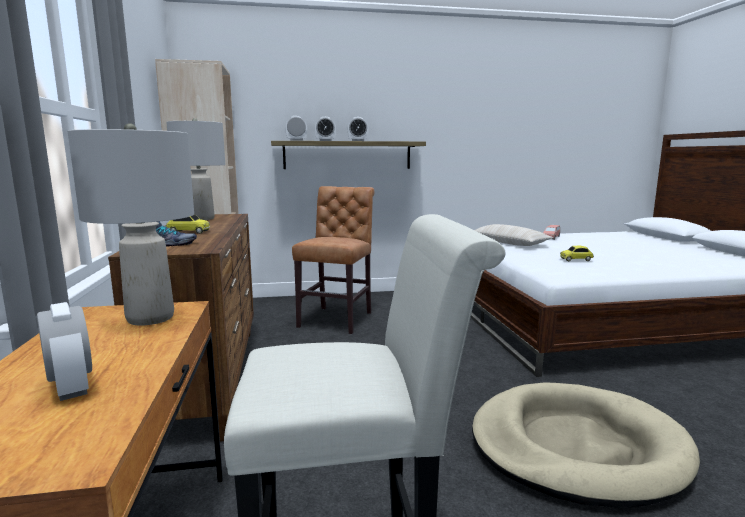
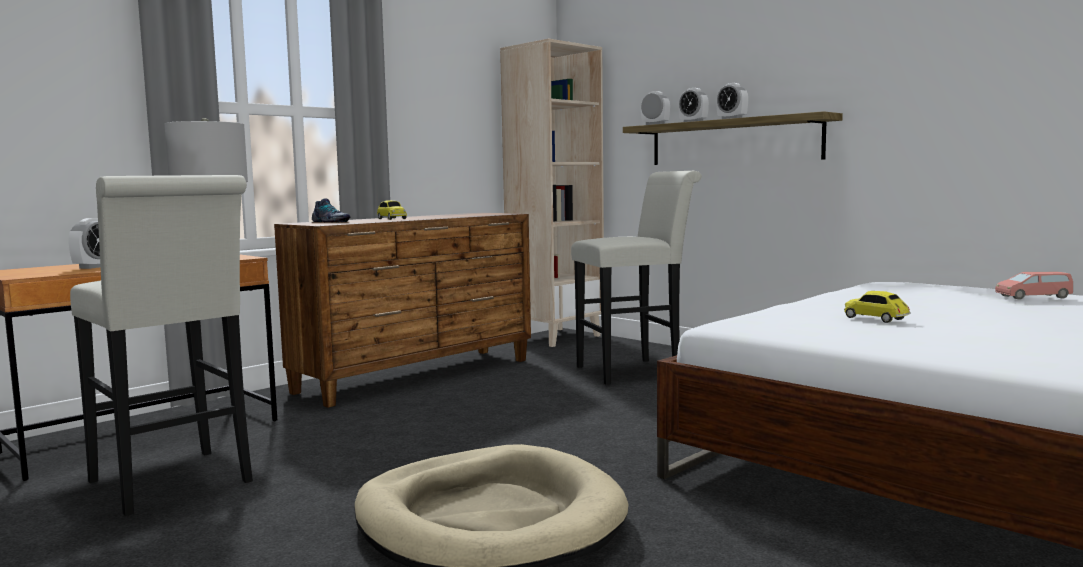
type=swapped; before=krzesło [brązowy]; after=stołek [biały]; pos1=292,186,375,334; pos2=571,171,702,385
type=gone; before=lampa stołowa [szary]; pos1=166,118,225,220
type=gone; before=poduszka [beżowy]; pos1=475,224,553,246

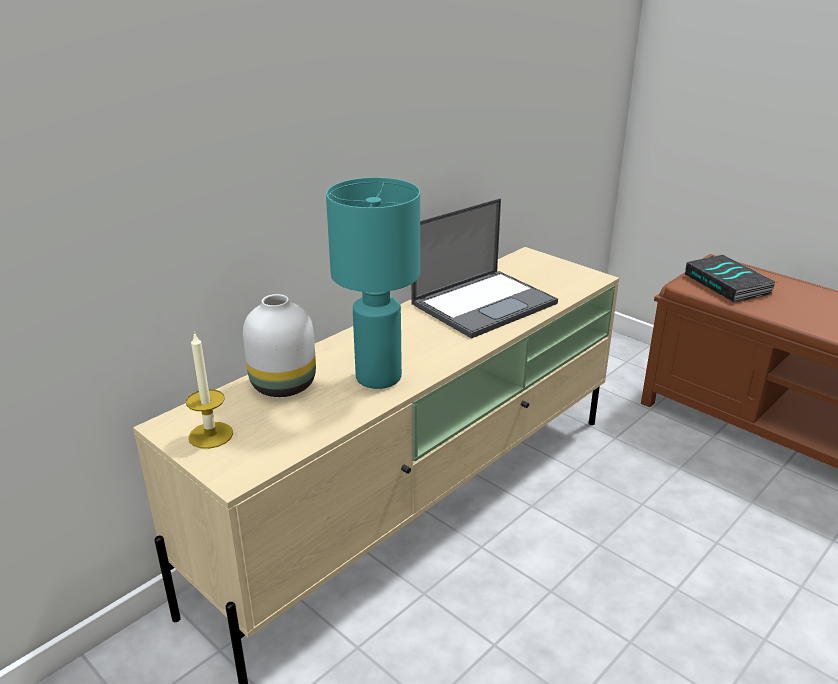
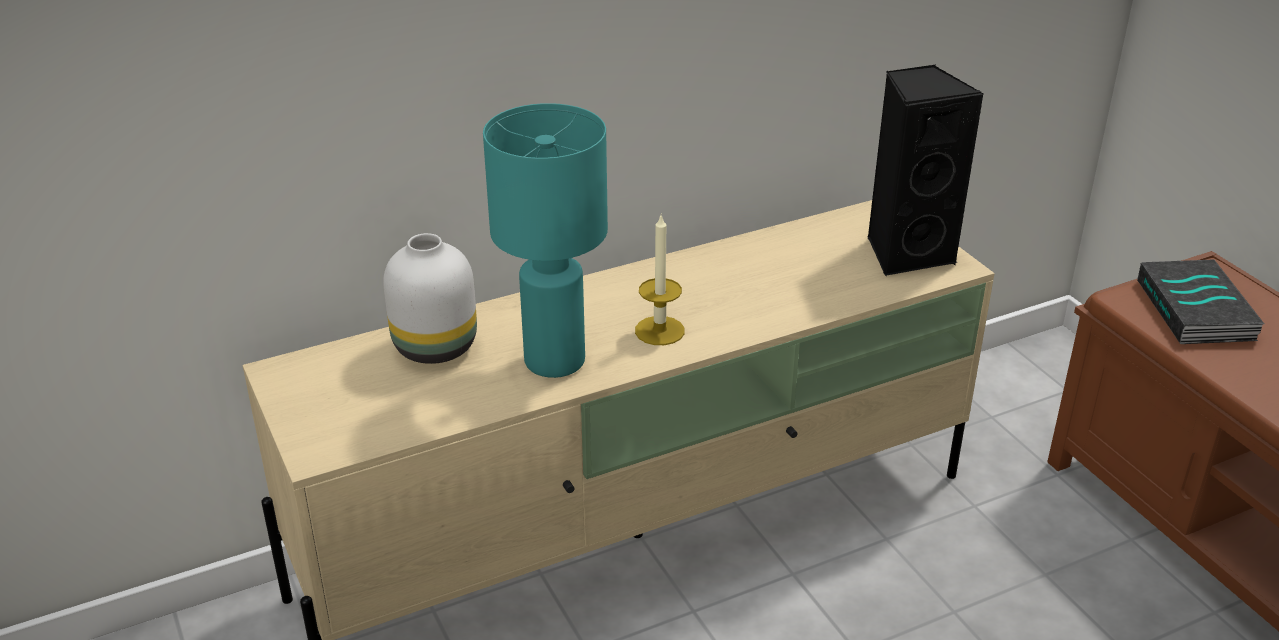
type=shifted; before=świeca; pos1=186,332,233,449; pos2=635,213,685,345
type=new; after=głośnik [czarny]; pos2=867,65,983,276
type=gone; before=laptop; pos1=411,198,558,339

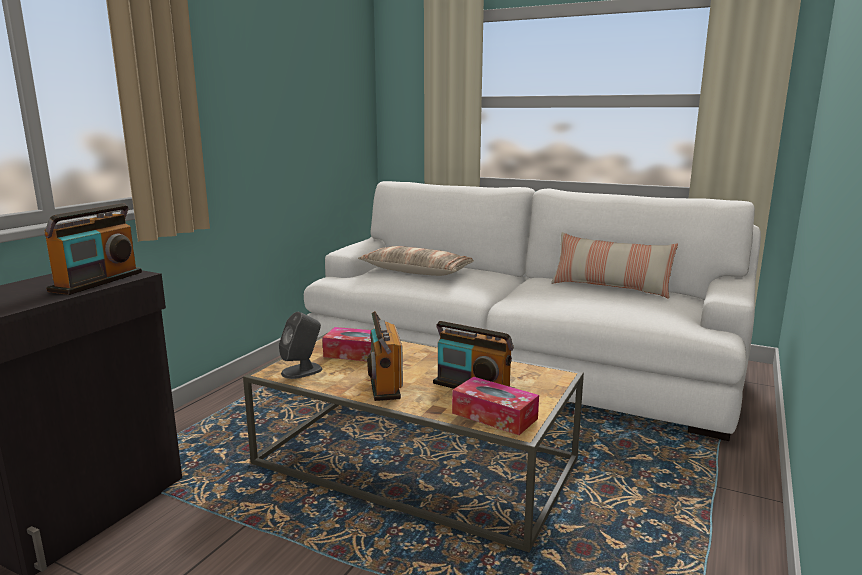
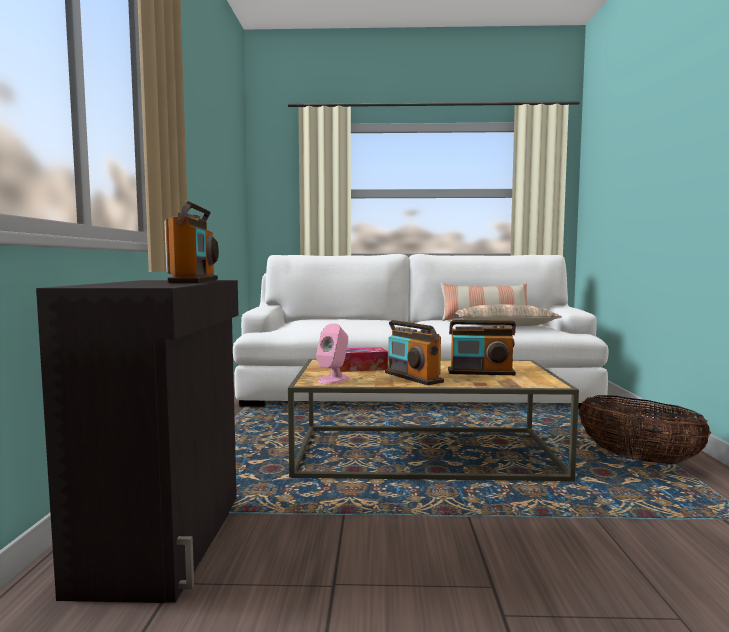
type=repainted; before=głośnik [szary]; after=głośnik [różowy]; pos1=279,312,322,379; pos2=316,323,350,384
type=shifted; before=poduszka; pos1=358,246,474,276; pos2=455,305,562,326
type=new; after=koszyk; pos2=579,395,712,464
type=gone; before=pudełko chusteczek; pos1=452,377,539,435

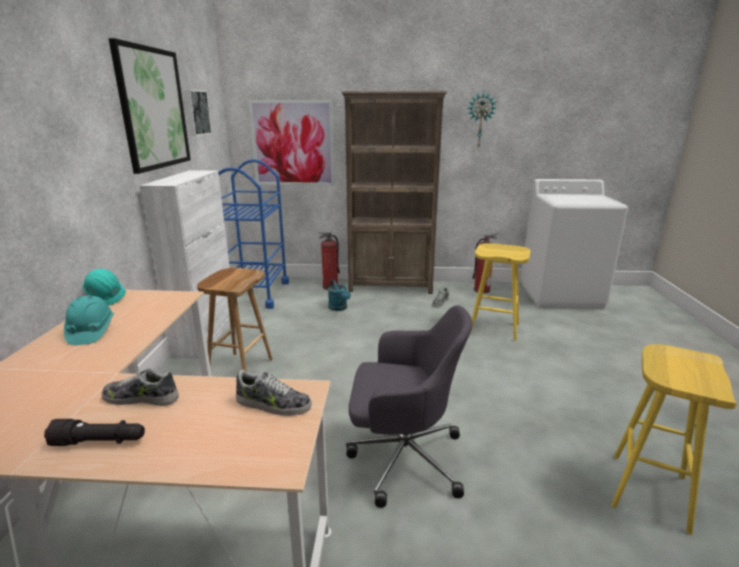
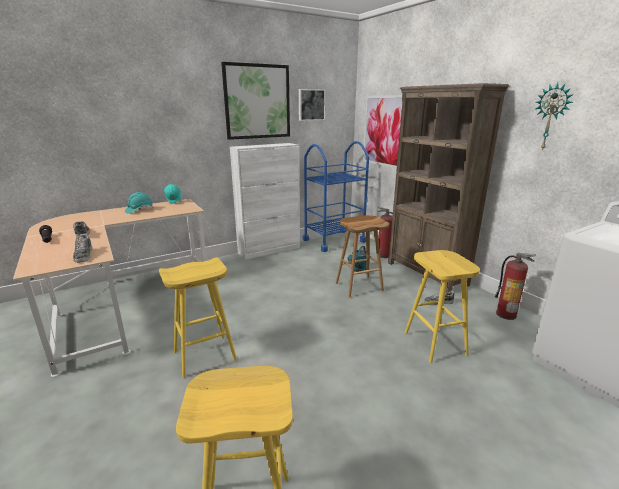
type=swapped; before=krzesło biurowe [szary]; after=stołek [żółty]; pos1=346,305,472,508; pos2=159,257,237,378
type=shifted; before=stołek [brązowy]; pos1=197,268,273,372; pos2=336,215,389,298

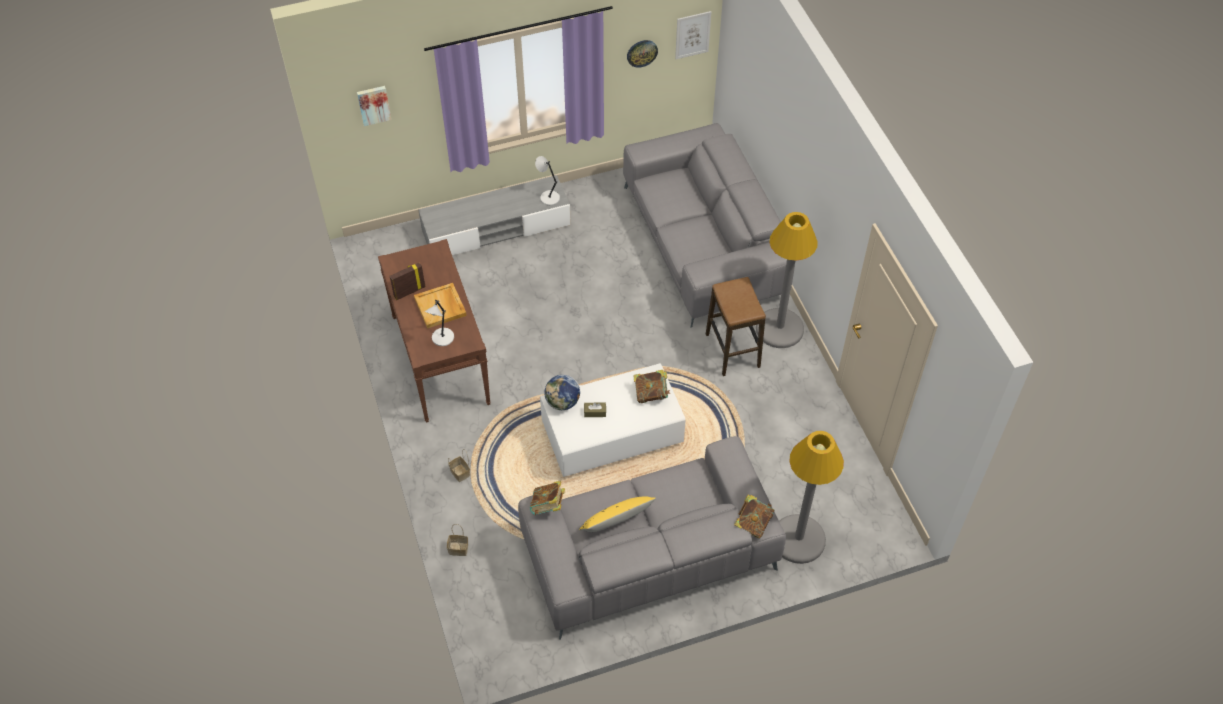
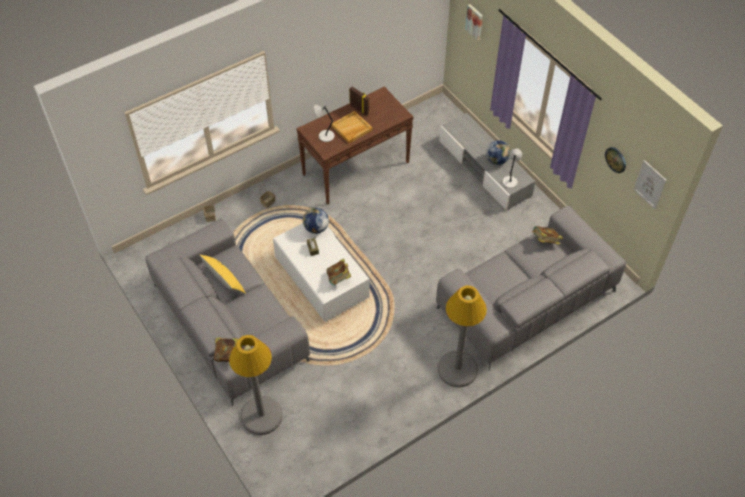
type=new; after=globus; pos2=486,141,511,165
type=shifted; before=książka; pos1=530,480,565,515; pos2=532,226,563,245
type=gone; before=stołek; pos1=706,277,766,376

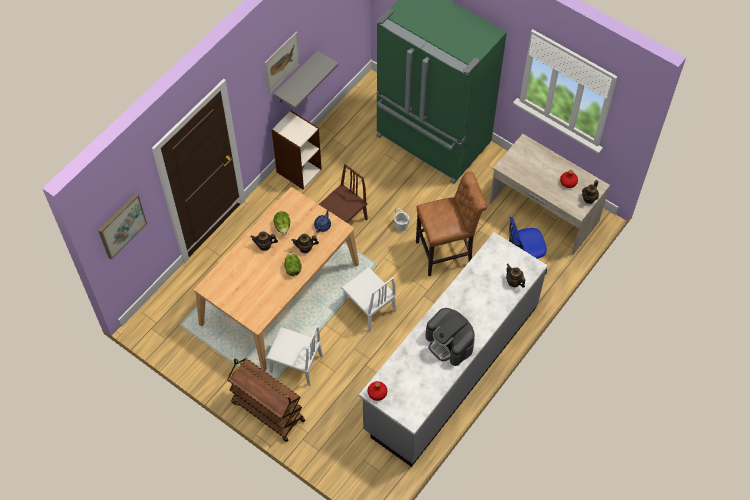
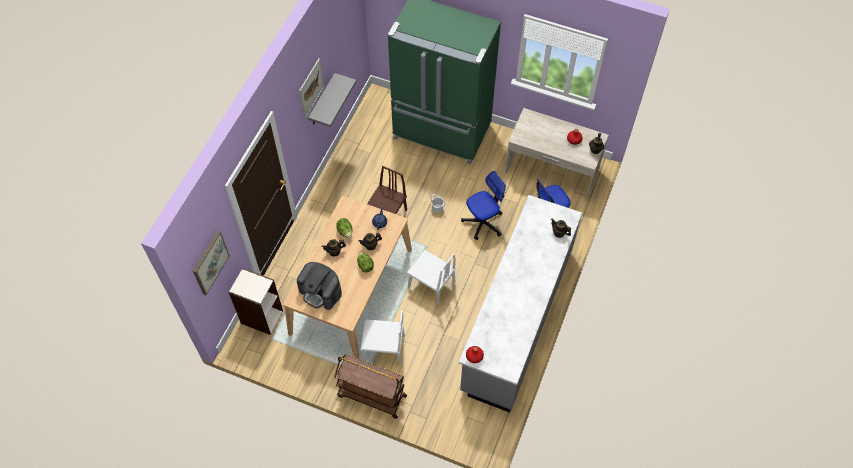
type=shifted; before=regał; pos1=271,111,322,189; pos2=228,268,283,335
type=shifted; before=ekspres do kawy; pos1=425,308,475,366; pos2=297,262,342,310
type=swapped; before=stołek [brązowy]; after=krzesło biurowe; pos1=416,172,487,276; pos2=461,171,506,240

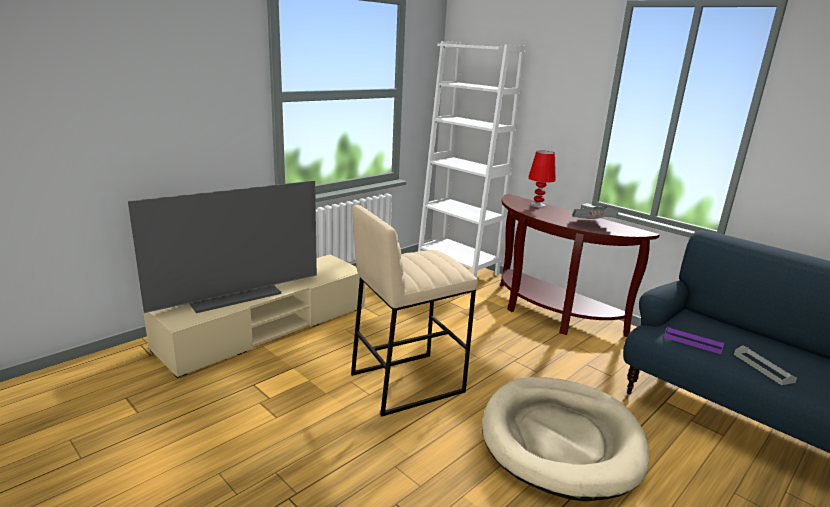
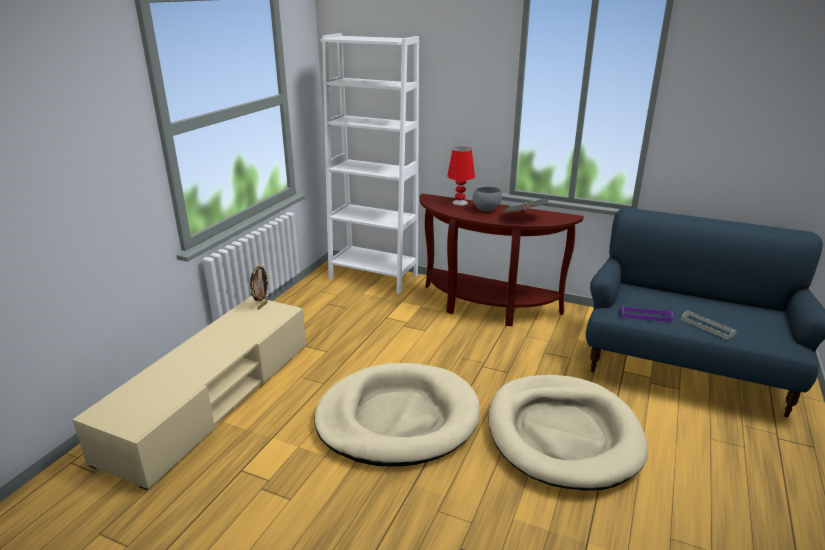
type=new; after=ramka na zdjęcie; pos2=250,265,269,310
type=swapped; before=stołek [beżowy]; after=legowisko [beżowy]; pos1=351,205,478,417; pos2=315,363,480,467
type=new; after=miska [szary]; pos2=473,186,502,211
type=gone; before=telewizor; pos1=128,181,317,313

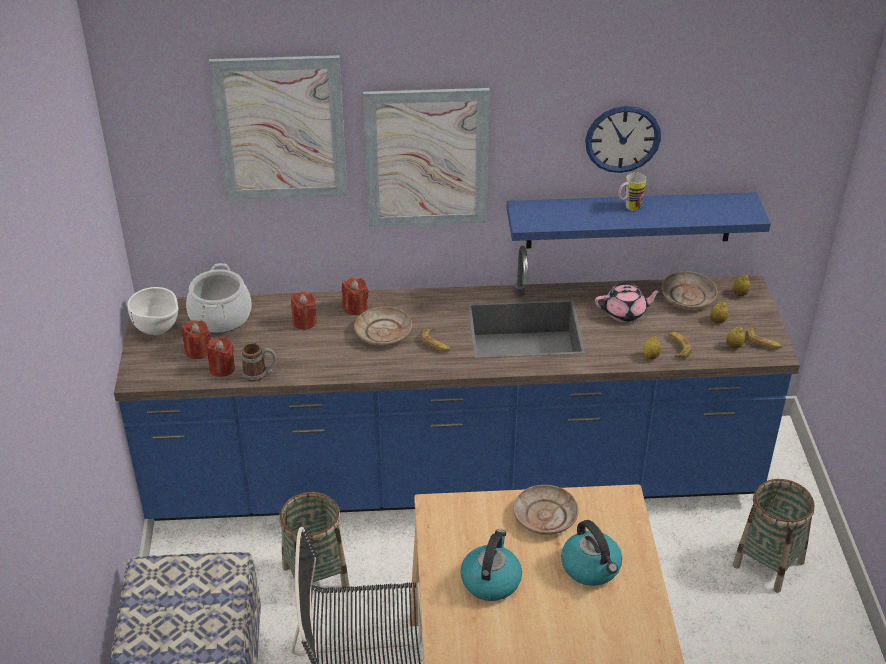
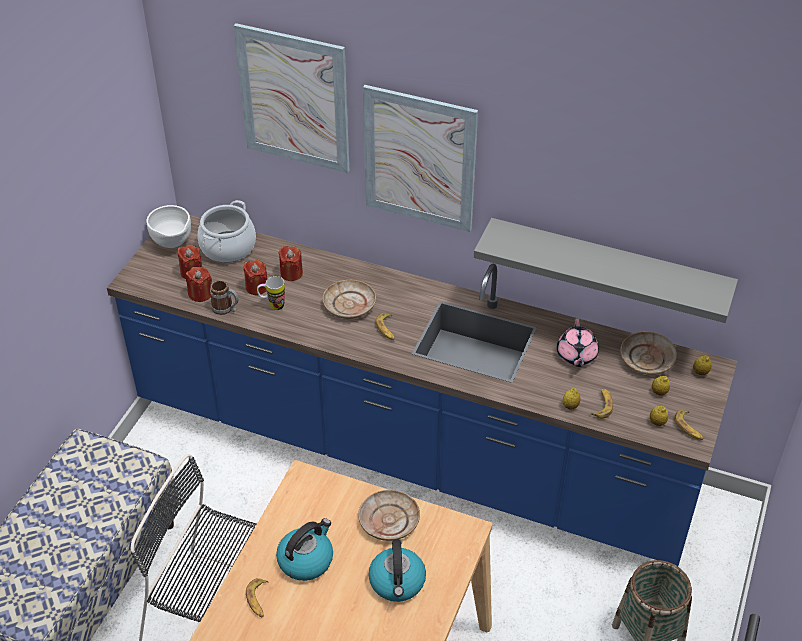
type=shifted; before=świeca [czerwony]; pos1=342,278,369,315; pos2=244,260,267,295
type=new; after=banan; pos2=246,578,269,618
type=shifted; before=kubek; pos1=619,172,646,211; pos2=257,276,285,310
type=repainted; before=półka [niebieski]; after=półka [szary]; pos1=506,192,771,248; pos2=474,218,738,323
type=rotated; before=imbryk [różowy]; pos1=595,283,662,322; pos2=557,319,599,367; turn=75
type=gone; before=koszyk; pos1=279,492,349,588
type=gone; before=zegar ścienny; pos1=585,106,661,173

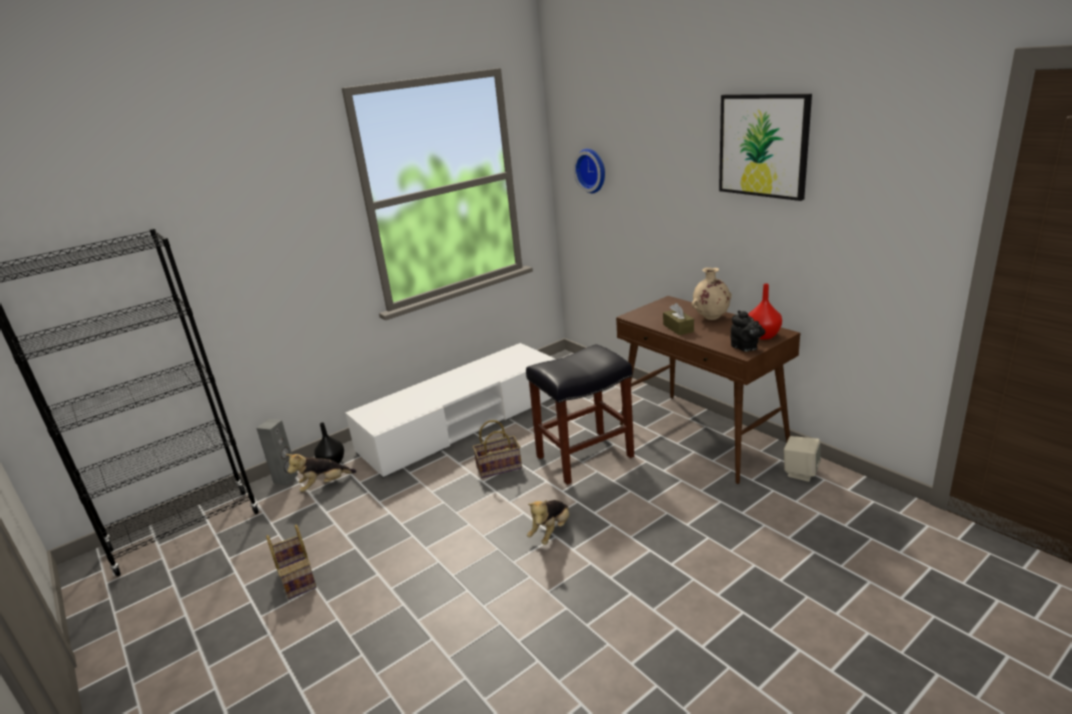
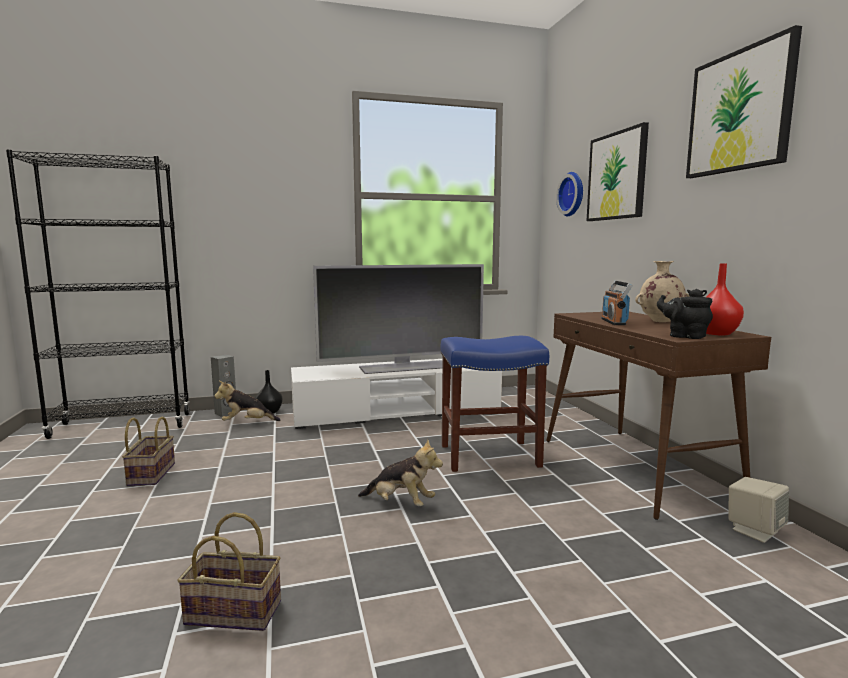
type=shifted; before=koszyk; pos1=473,420,522,478; pos2=177,512,281,631
type=new; after=telewizor; pos2=313,264,484,374
type=rotated; before=pluszak; pos1=527,500,569,545; pos2=358,439,443,506; turn=-120
type=repainted; before=stołek [czarny]; after=stołek [niebieski]; pos1=526,344,634,485; pos2=441,336,549,472
type=new; after=obraz; pos2=587,122,649,221
type=swapped; before=pudełko chusteczek [brązowy]; after=radio; pos1=663,303,694,335; pos2=602,281,633,325
type=rotated; before=imbryk [czarny]; pos1=730,310,765,352; pos2=657,289,713,339; turn=135

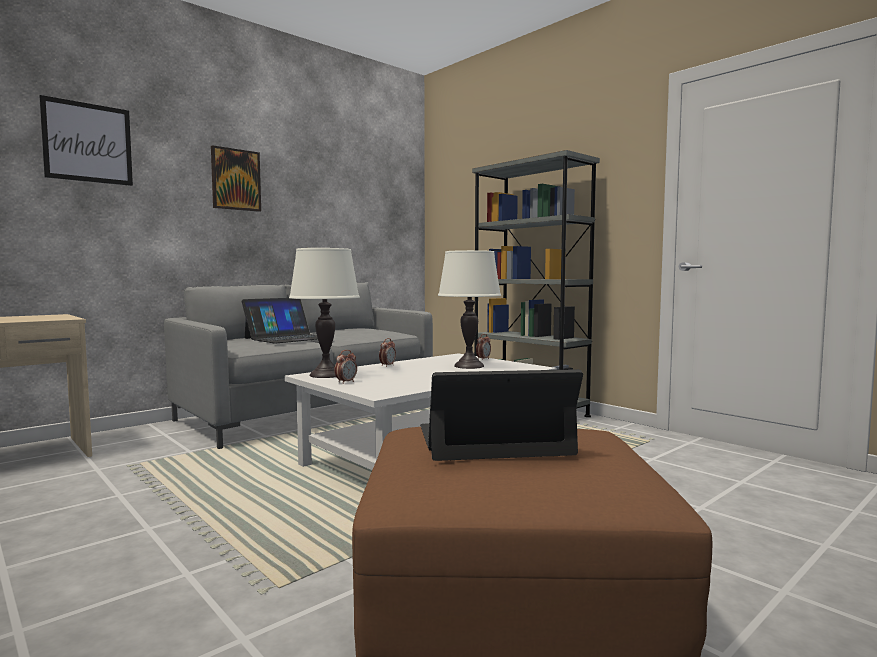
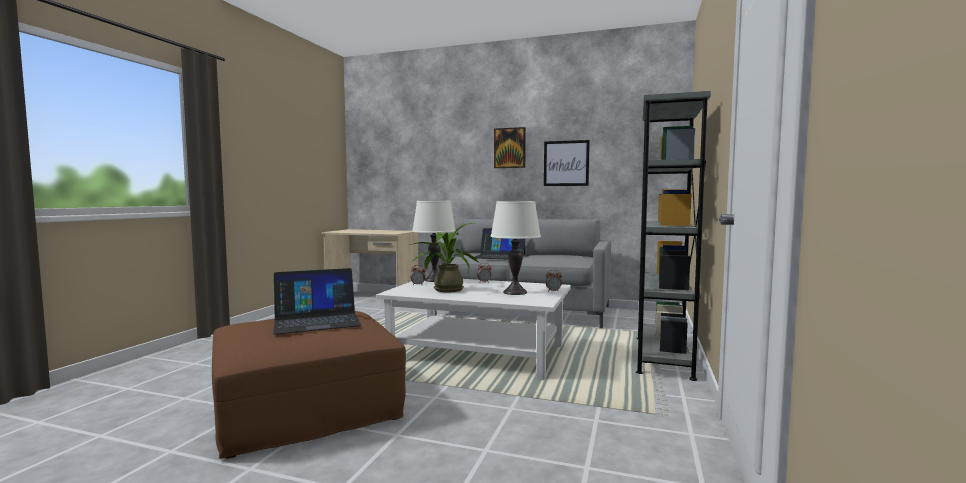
type=rotated; before=laptop; pos1=420,369,583,461; pos2=273,268,361,334; turn=105
type=new; after=roślina doniczkowa; pos2=410,223,480,292
type=shifted; before=obraz; pos1=39,95,133,186; pos2=544,140,590,186

